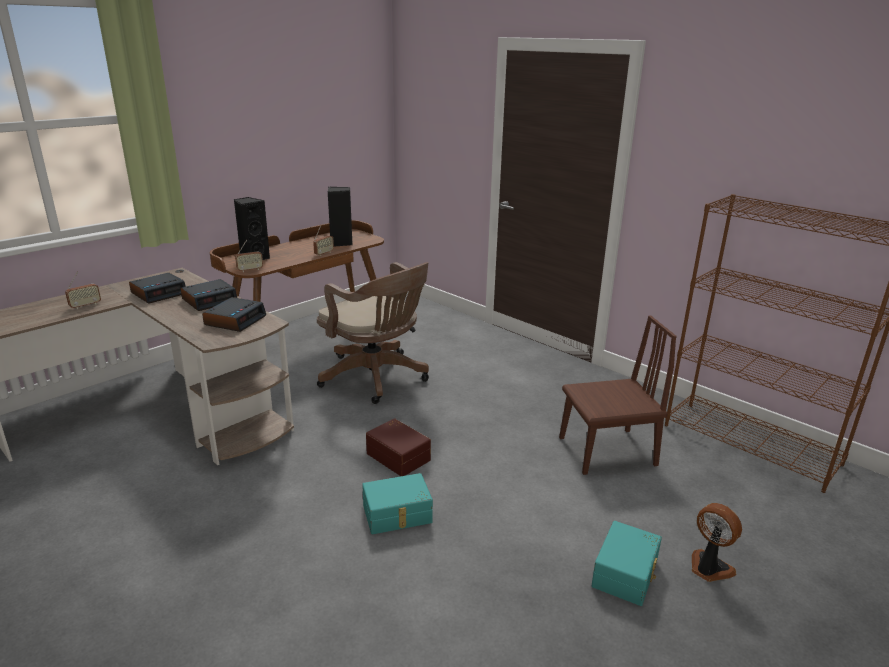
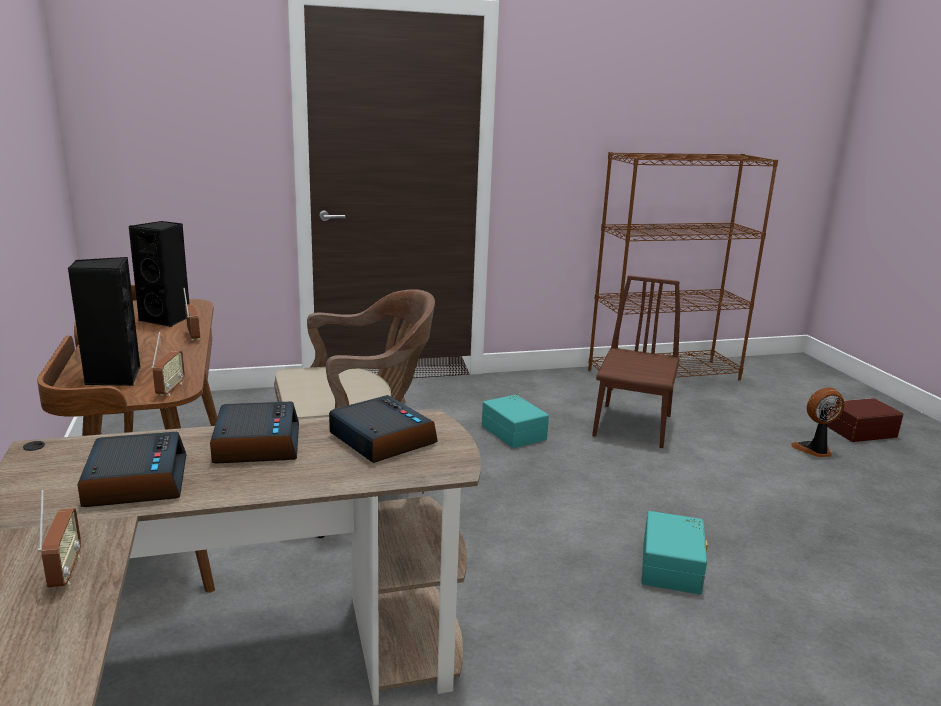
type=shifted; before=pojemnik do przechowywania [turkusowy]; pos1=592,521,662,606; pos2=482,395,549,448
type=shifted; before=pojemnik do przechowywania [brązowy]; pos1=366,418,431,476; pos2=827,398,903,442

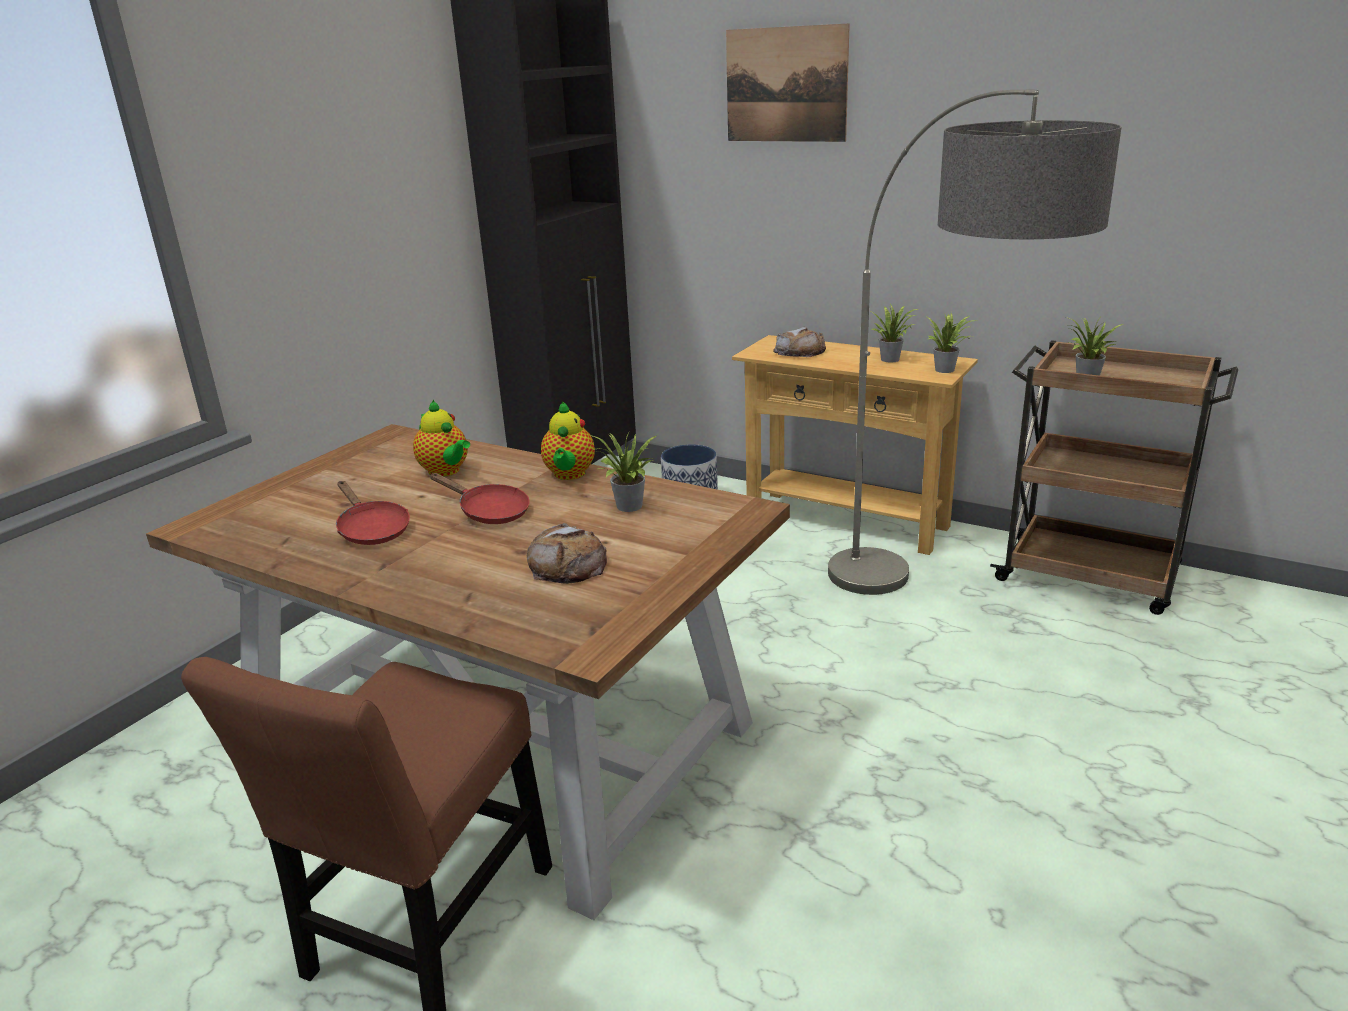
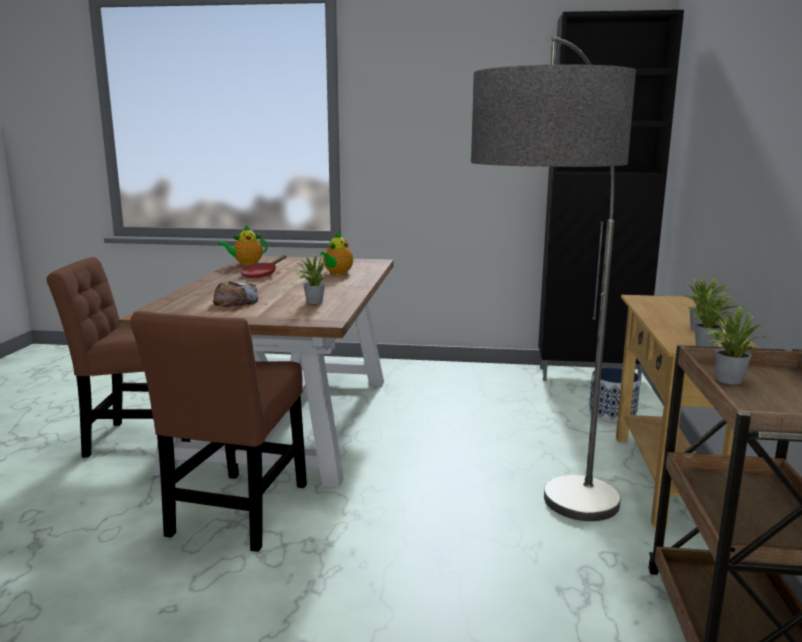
type=new; after=krzesło [brązowy]; pos2=130,311,307,552
type=shifted; before=imbryk; pos1=541,401,595,480; pos2=218,225,268,265
type=gone; before=patelnia [czerwony]; pos1=430,473,530,524
type=gone; before=obraz; pos1=726,23,850,142
type=gone; before=chleb; pos1=773,327,826,357

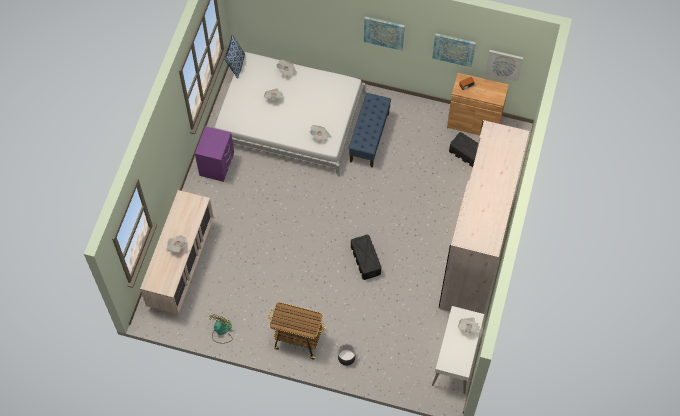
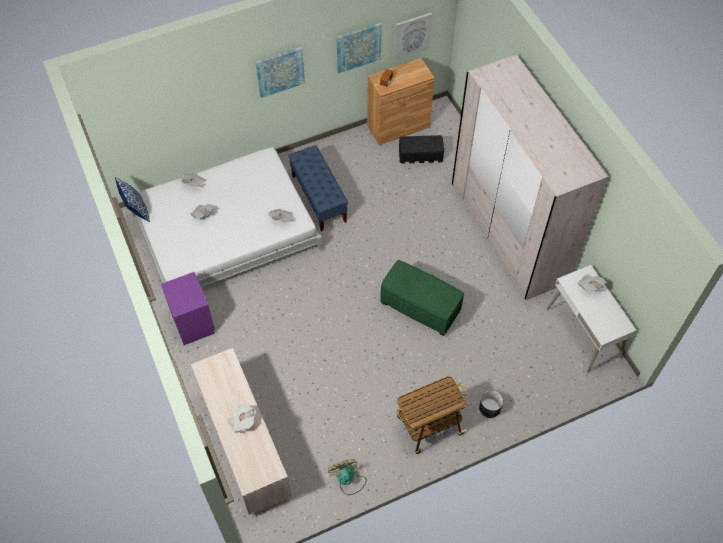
type=swapped; before=pojemnik do przechowywania [czarny]; after=pufa [zielony]; pos1=351,235,381,280; pos2=380,260,464,336

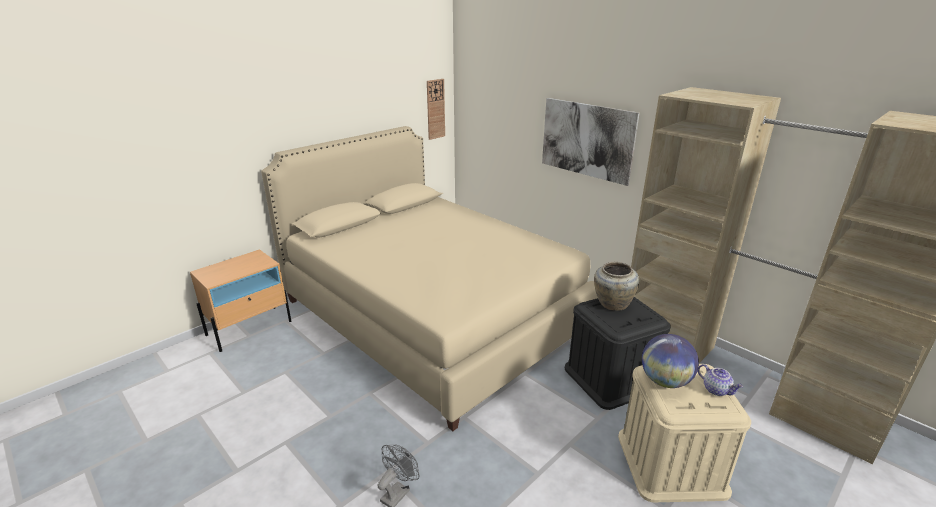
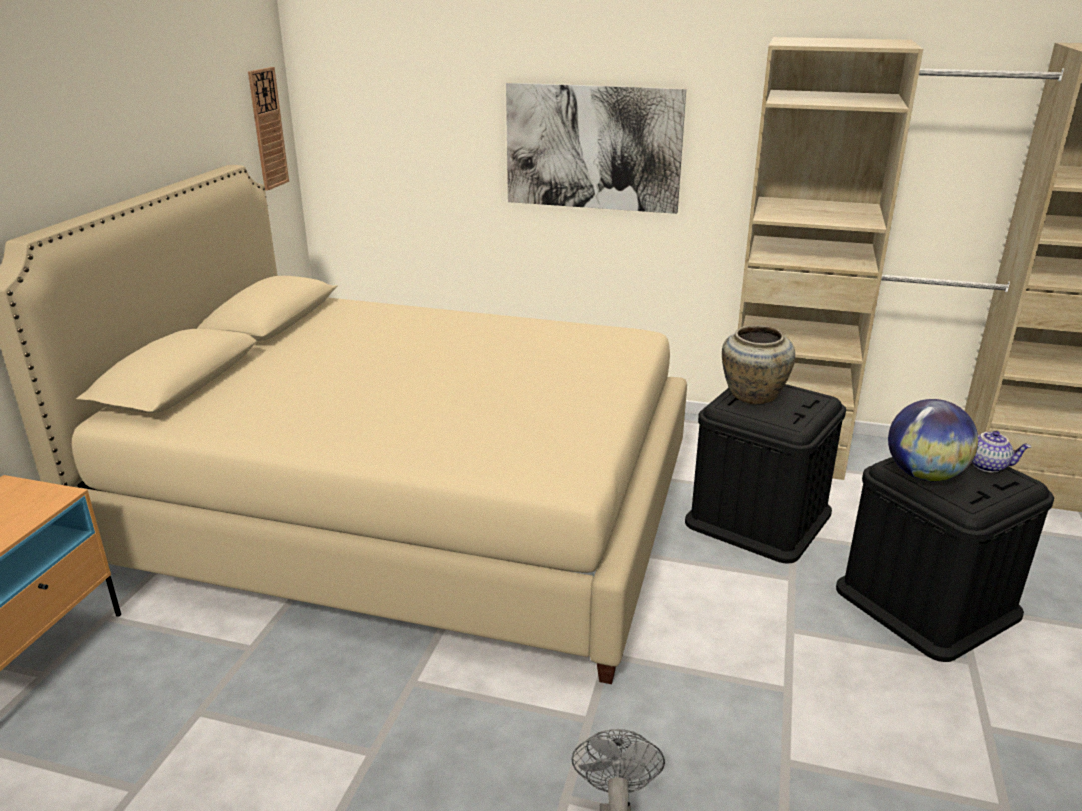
type=repainted; before=pojemnik do przechowywania [beżowy]; after=pojemnik do przechowywania [czarny]; pos1=618,364,751,502; pos2=836,457,1054,662

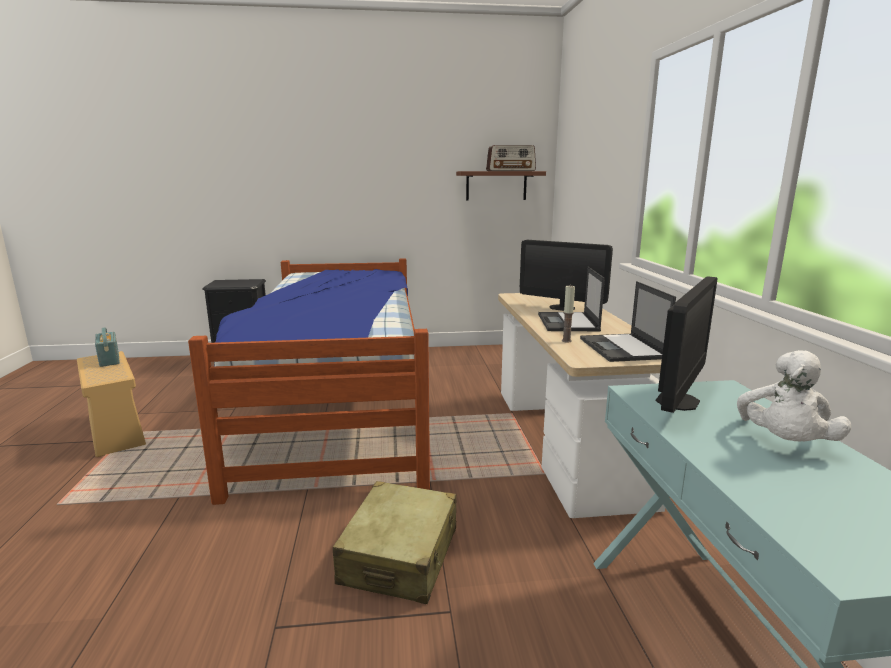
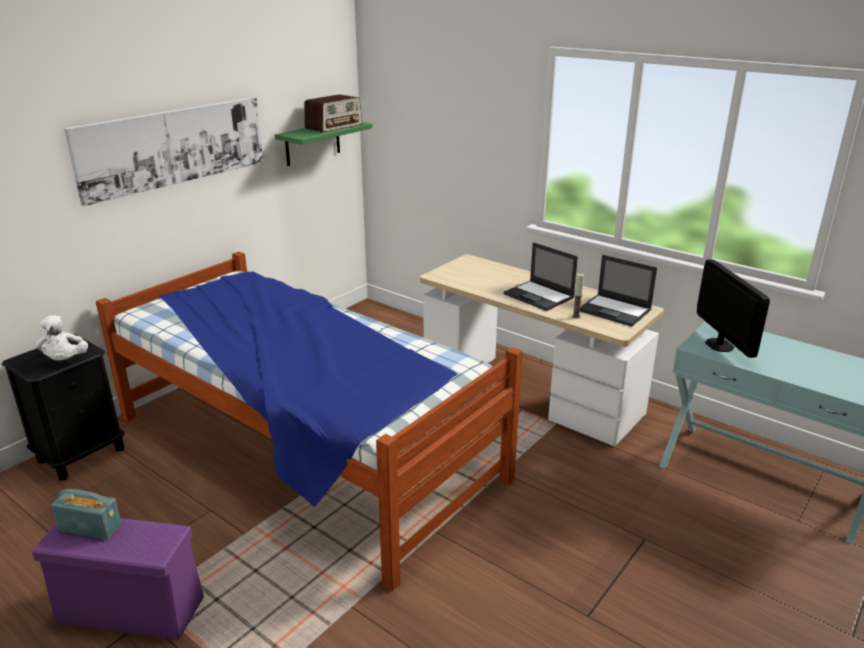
type=repainted; before=pojemnik do przechowywania [beżowy]; after=pojemnik do przechowywania [fioletowy]; pos1=77,351,146,457; pos2=32,518,204,640
type=shifted; before=pluszak [biały]; pos1=737,350,852,442; pos2=36,316,88,361
type=new; after=obraz; pos2=64,97,263,206
type=repainted; before=półka [brązowy]; after=półka [zielony]; pos1=456,171,546,200; pos2=275,122,372,166
type=gone; before=walizka [beżowy]; pos1=333,481,457,604
type=gone; before=monitor; pos1=520,240,613,311

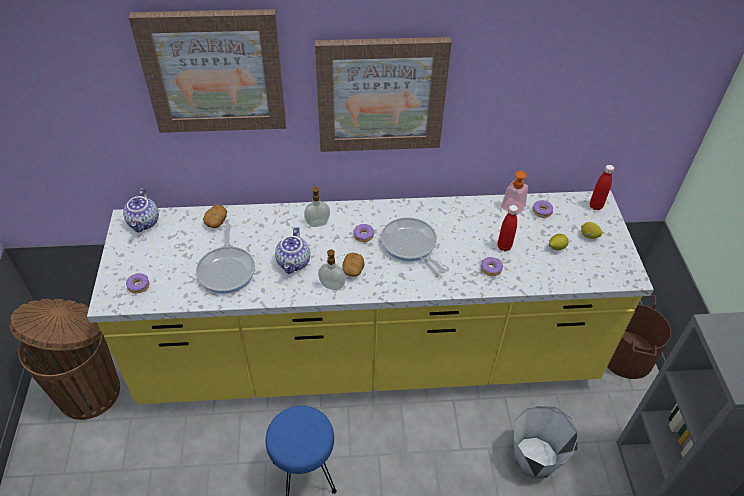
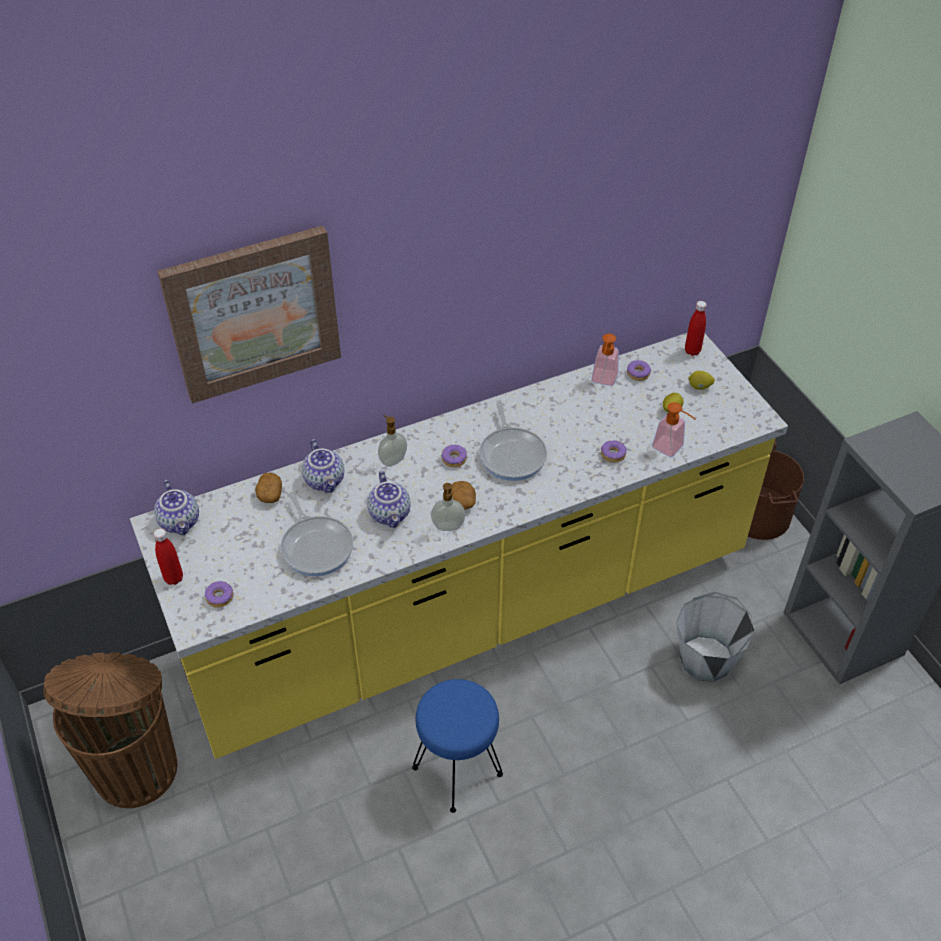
type=shifted; before=butelka [czerwony]; pos1=498,205,518,251; pos2=154,528,183,585
type=new; after=imbryk; pos2=302,439,344,493
type=rotated; before=patelnia; pos1=381,217,446,273; pos2=479,402,547,481; turn=-135
type=new; after=dozownik mydła; pos2=652,402,696,457
type=gone; before=obraz; pos1=315,37,452,152

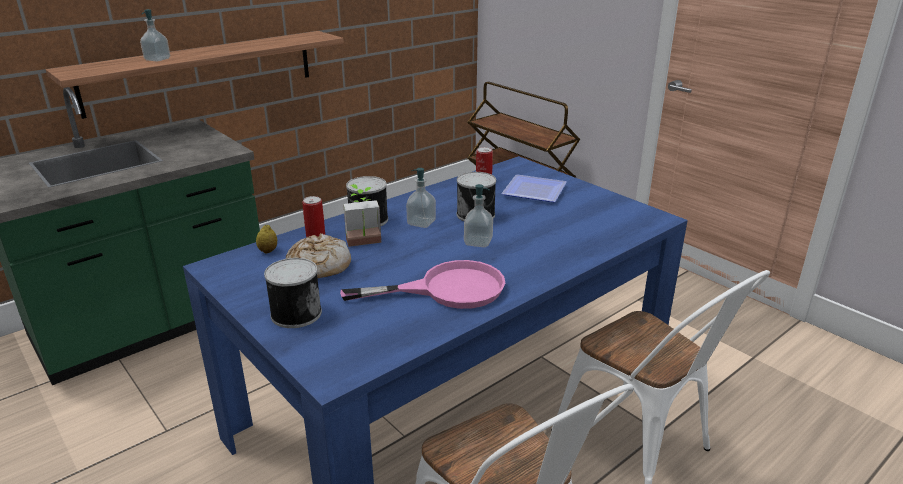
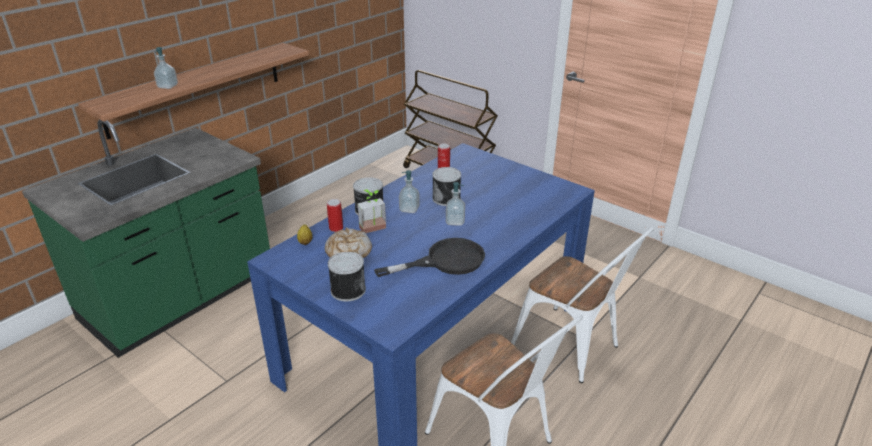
type=repainted; before=patelnia [różowy]; after=patelnia [czarny]; pos1=340,260,505,309; pos2=374,238,485,277
type=gone; before=talerz; pos1=501,174,567,202

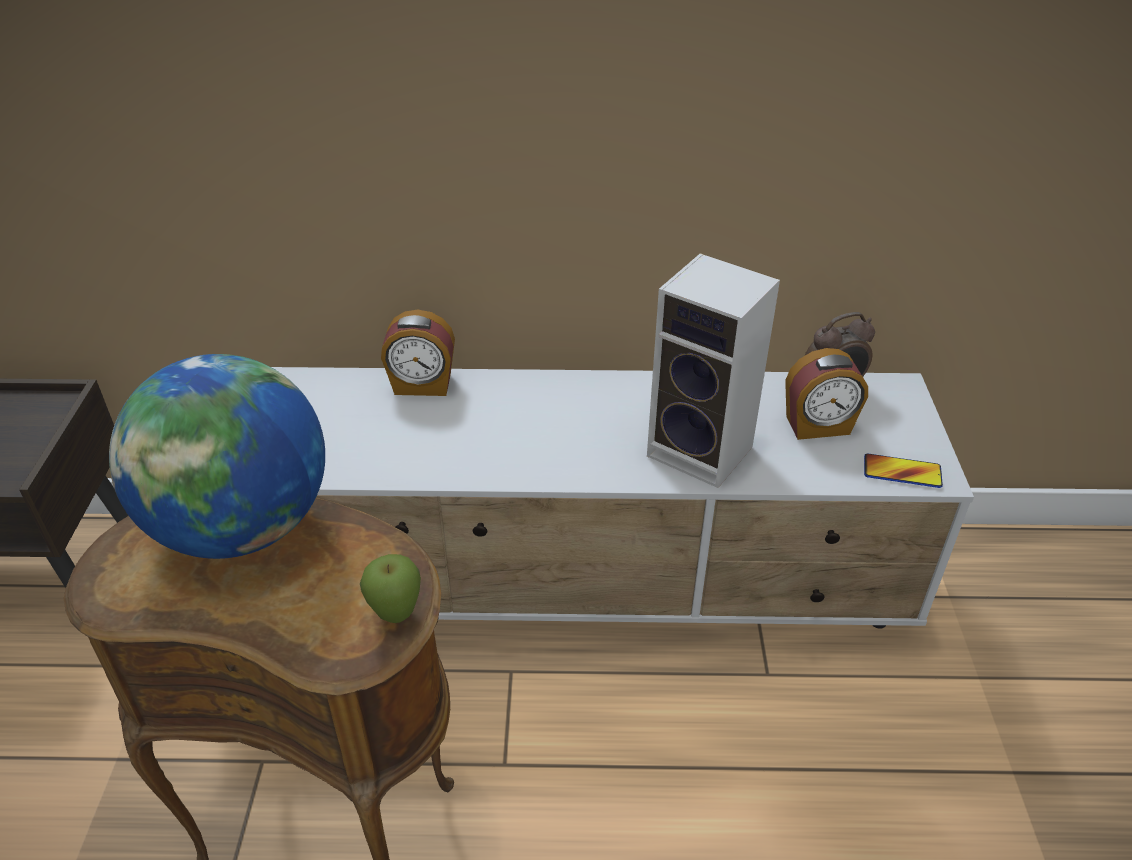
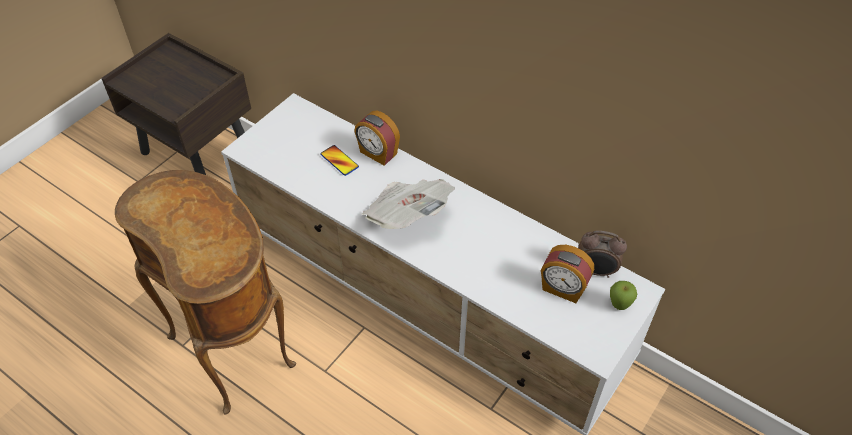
type=shifted; before=telefon; pos1=864,453,943,488; pos2=320,145,359,176
type=new; after=gazeta; pos2=362,179,455,229
type=shifted; before=jabłko; pos1=360,554,421,623; pos2=610,281,637,310
type=gone; before=globus; pos1=109,354,325,559
type=gone; before=głośnik; pos1=647,253,780,488

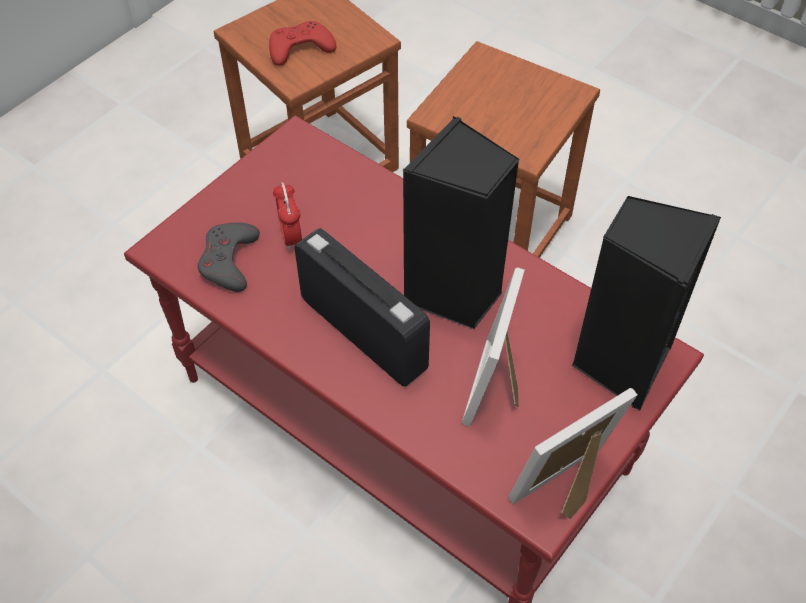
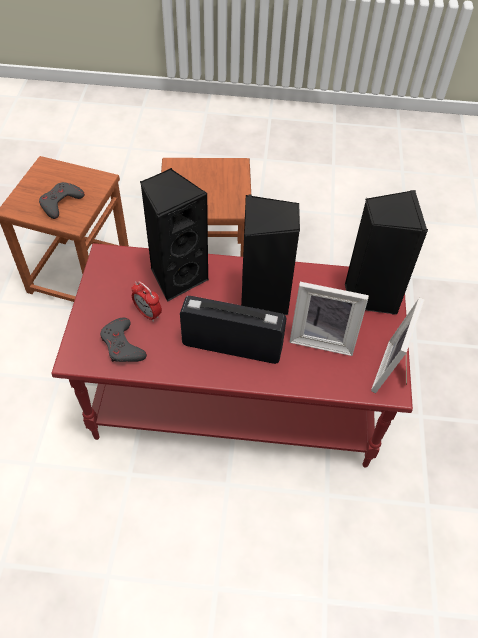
type=repainted; before=pad do gier [czerwony]; after=pad do gier [szary]; pos1=269,21,336,66; pos2=39,182,85,219
type=new; after=głośnik [czarny]; pos2=140,168,209,302
type=rotated; before=ramka na zdjęcie; pos1=462,268,525,427; pos2=290,282,369,356; turn=-60

